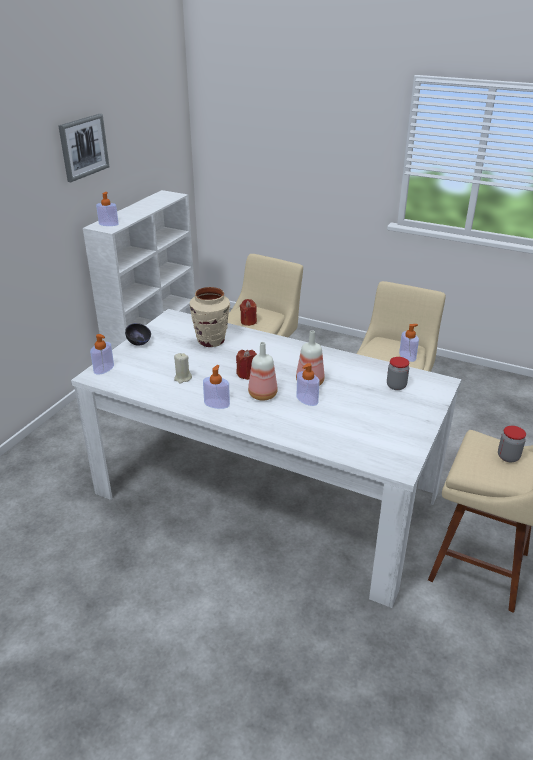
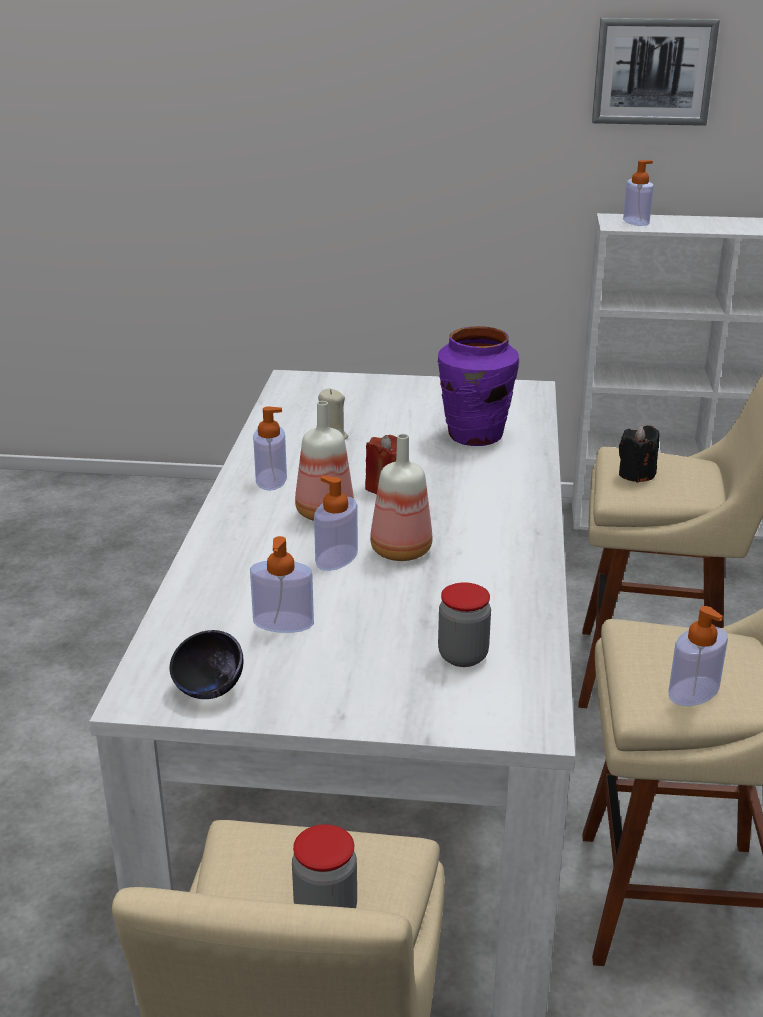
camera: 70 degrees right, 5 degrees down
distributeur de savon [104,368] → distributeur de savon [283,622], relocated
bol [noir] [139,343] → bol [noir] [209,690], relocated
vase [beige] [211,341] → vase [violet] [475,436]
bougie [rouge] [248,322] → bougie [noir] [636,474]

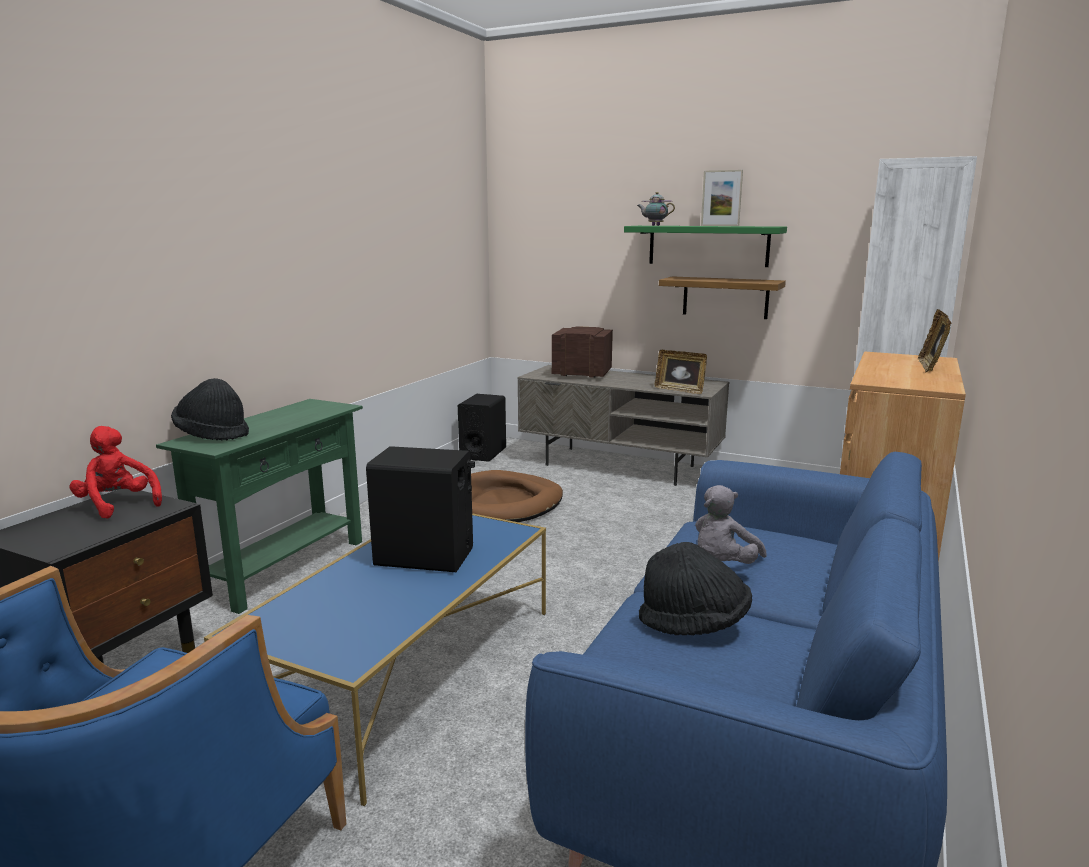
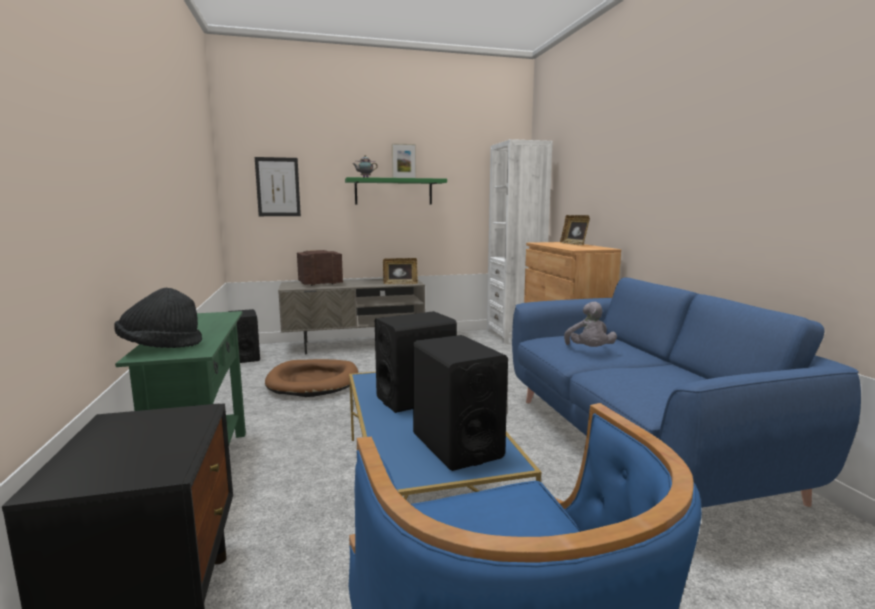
camera: 40 degrees left, 5 degrees down
peluche [rouge] [118,505] → -
chapeau [noir] [694,624] → -
étagère [725,297] → -
- → tableau [278,187]
- → enceinte [noir] [456,445]

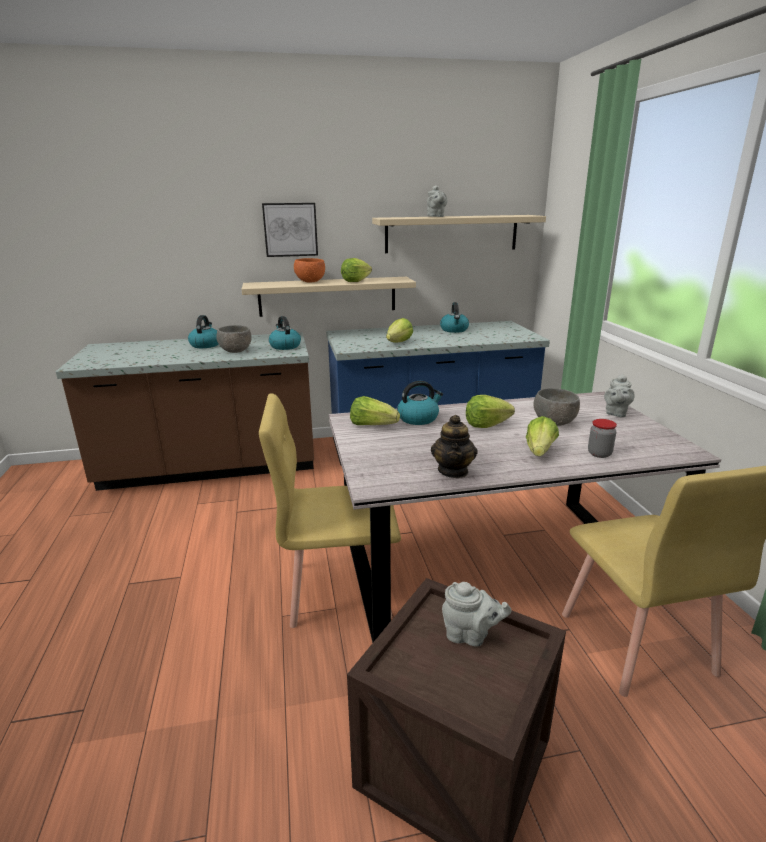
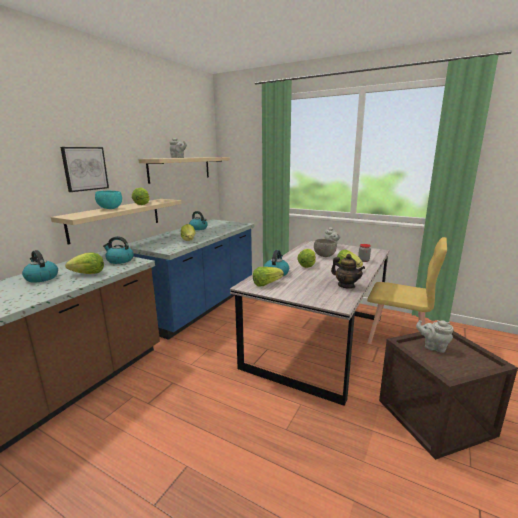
camera: 50 degrees left, 5 degrees down
bol [gris] [235,351] → laitue [88,273]
chaise [jaune] [338,589] → -
bol [orange] [310,282] → bol [turquoise] [110,208]
théière [gris] [470,635] → théière [gris] [433,347], 120 degrees counterclockwise

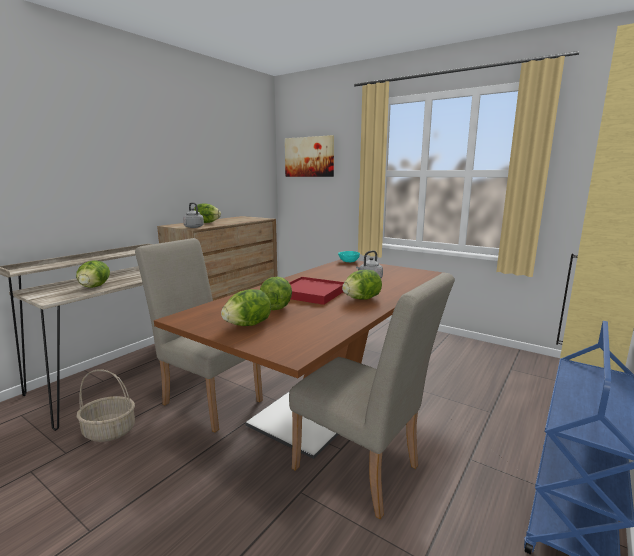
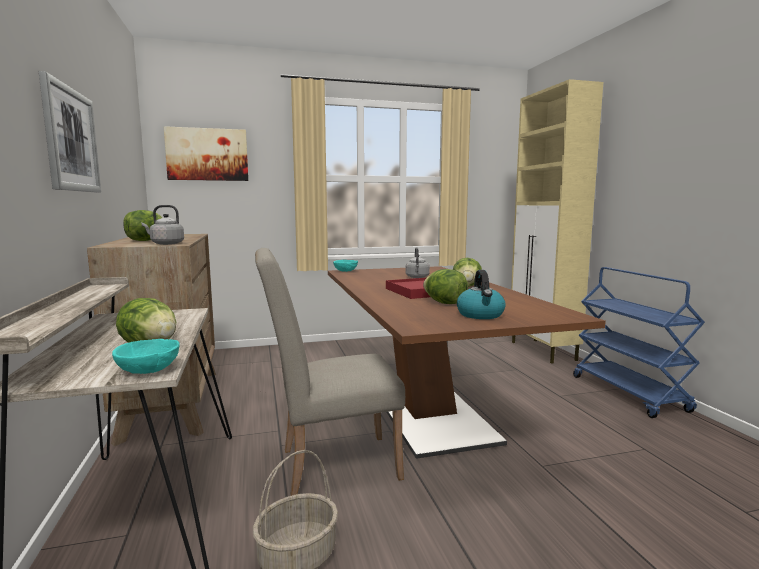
camera: 50 degrees left, 5 degrees down
laitue [248,325] → bouilloire [480,315]
chaise [beige] [363,472] → -
- → tableau [71,140]
- → bol [turquoise] [148,370]

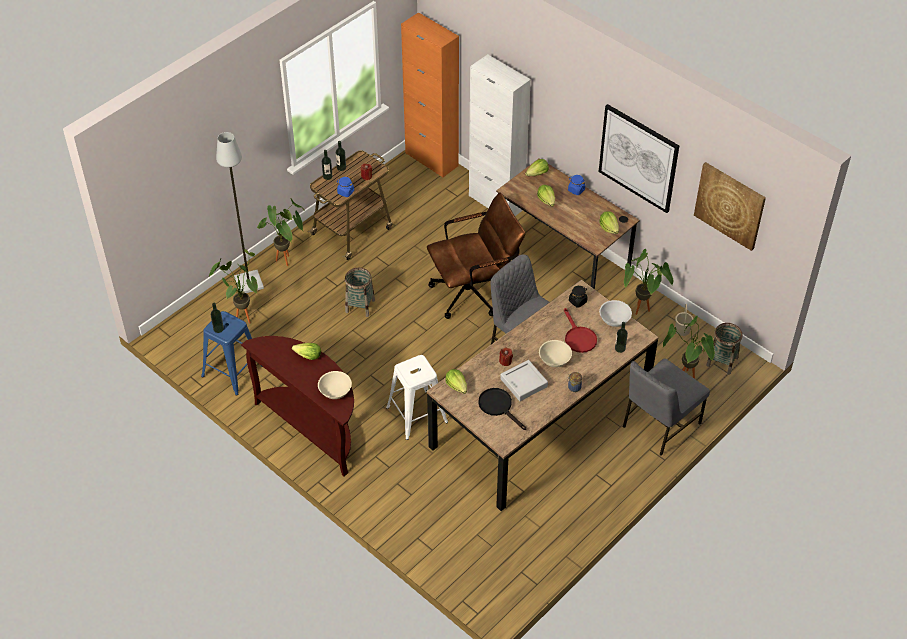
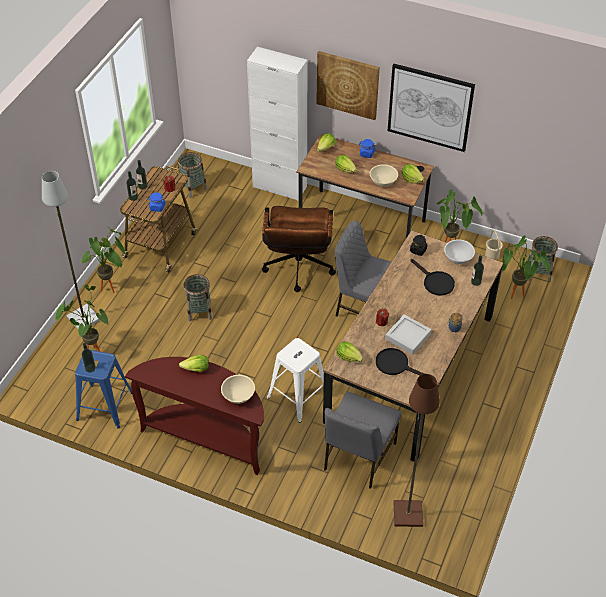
camera: 20 degrees left, 0 degrees up
meuble de rangement [orange] [431,159] → -
chaise de bureau [marron] [474,292] → chaise de bureau [marron] [298,270], 135 degrees clockwise
bol [beige] [554,360] → bol [beige] [383,181], relocated
poêle [rouge] [578,337] → poêle [noir] [435,282]
chaise [gris] [659,425] → chaise [gris] [358,456], relocated
tableau [730,205] → tableau [347,84], relocated
- → panier [192,188]
- → lampadaire [marron] [407,514]

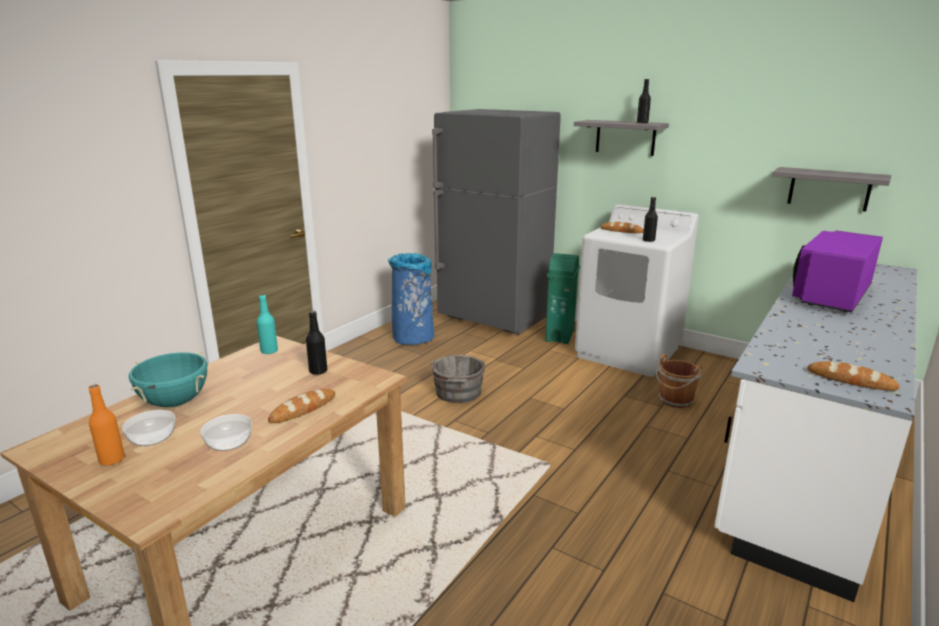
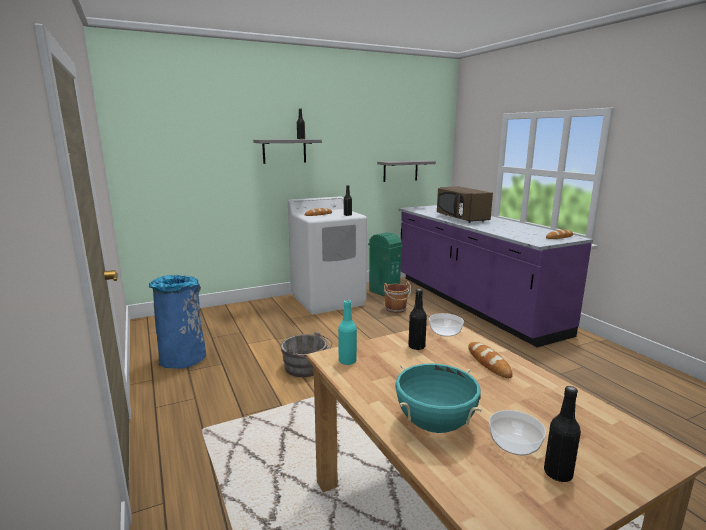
camera: 60 degrees left, 5 degrees down
bouteille [orange] [112,460] → bouteille [noir] [558,473]
bol [229,443] → bol [445,332], relocated
réfrigérateur [gris] [494,319] → -
poubelle [vert] [560,335] → poubelle [vert] [384,292], relocated
comptoir de cuisine [blanc] [808,456] → comptoir de cuisine [violet] [472,303]
micro-ondes [violet] [830,295] → micro-ondes [marron] [461,218]

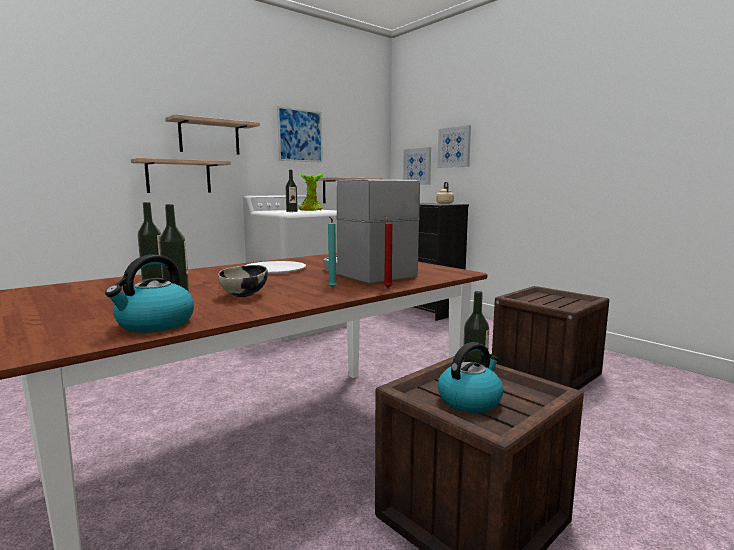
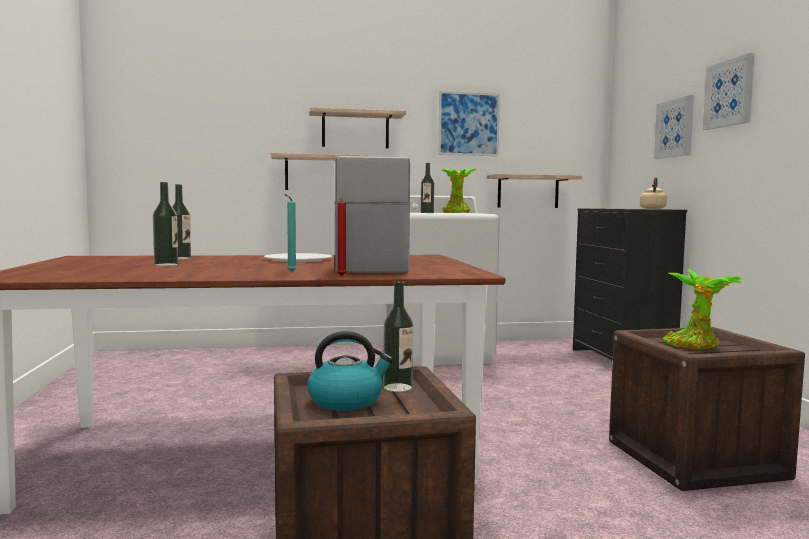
camera: 30 degrees right, 5 degrees down
bouilloire [155,324] → -
bol [244,295] → -
tableau [417,166] → tableau [729,93], relocated
- → plante en pot [695,345]

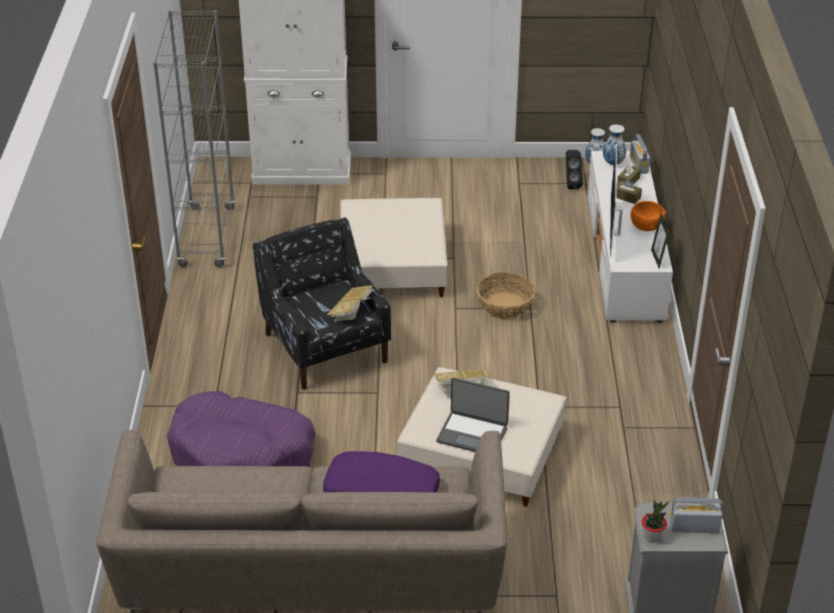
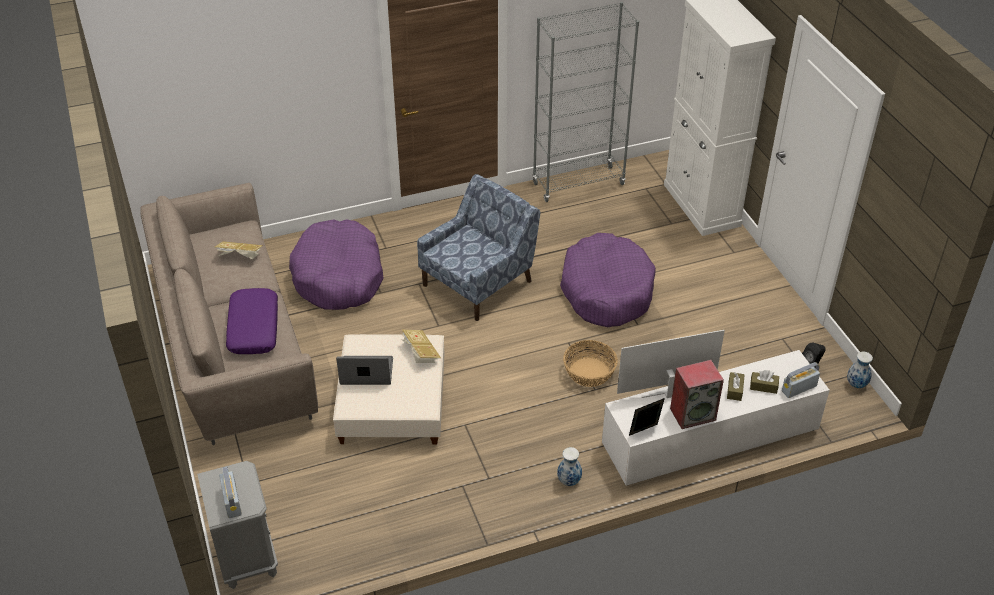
camera: 70 degrees right, 5 degrees up
fauteuil [noir] [325,347] → fauteuil [bleu] [479,283]
livre [351,312] → livre [240,257], relocated
pouf [beige] [393,264] → panier pour chien [violet] [606,291]
ordinateur portable [472,434] → ordinateur portable [366,373], 90 degrees clockwise
vase [613,163] → vase [568,481], relocated
bol [orange] [646,227] → enceinte [693,414]
plante en pot [652,537] → -

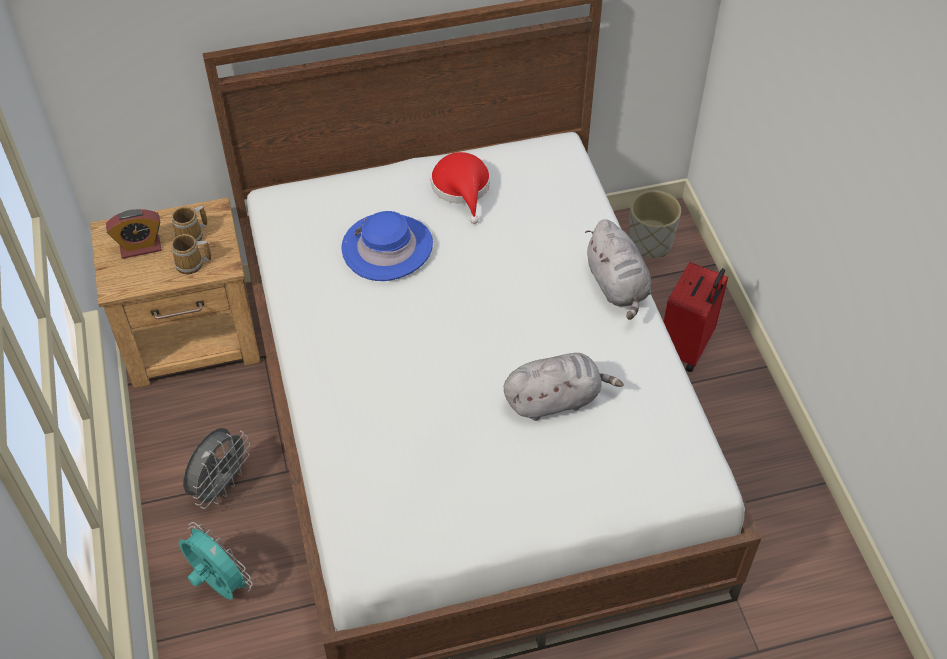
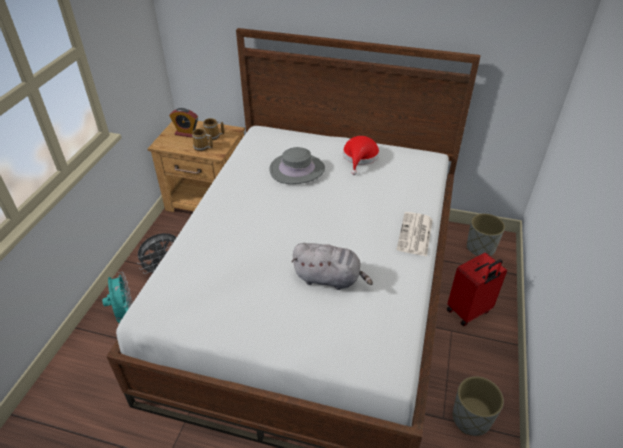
camera: 30 degrees right, 10 degrees down
chapeau [bleu] [387,248] → chapeau [gris] [297,169]
peluche [gris] [617,286] → journal [415,235]
- → cache-pot [gris] [471,419]

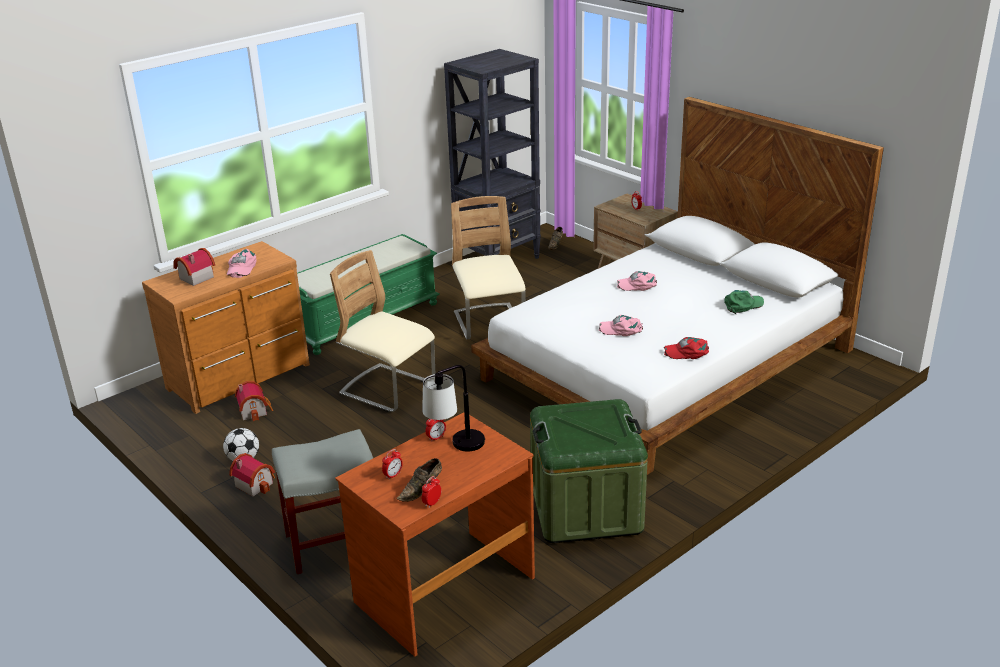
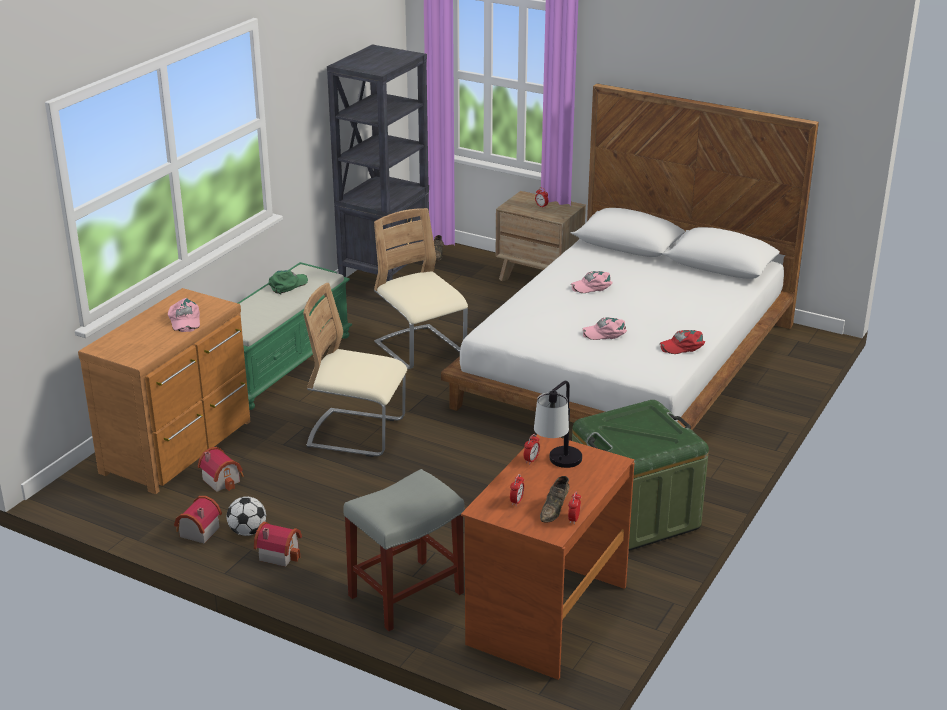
camera: 20 degrees left, 0 degrees up
maison miniature [194,278] → maison miniature [196,532], relocated
casquette [vert] [743,305] → casquette [vert] [288,285], relocated

